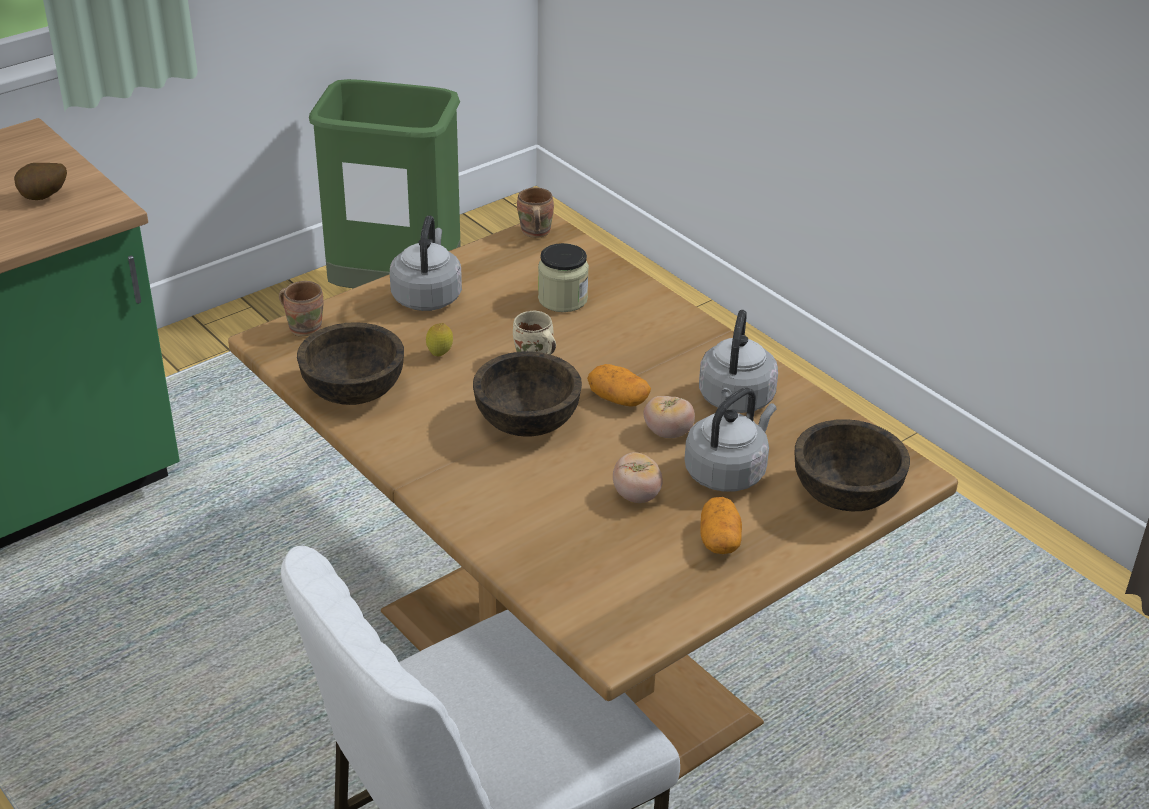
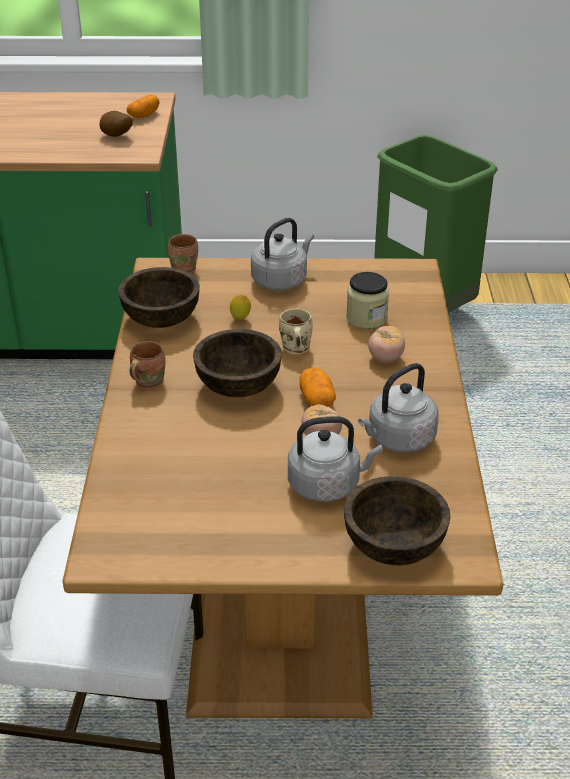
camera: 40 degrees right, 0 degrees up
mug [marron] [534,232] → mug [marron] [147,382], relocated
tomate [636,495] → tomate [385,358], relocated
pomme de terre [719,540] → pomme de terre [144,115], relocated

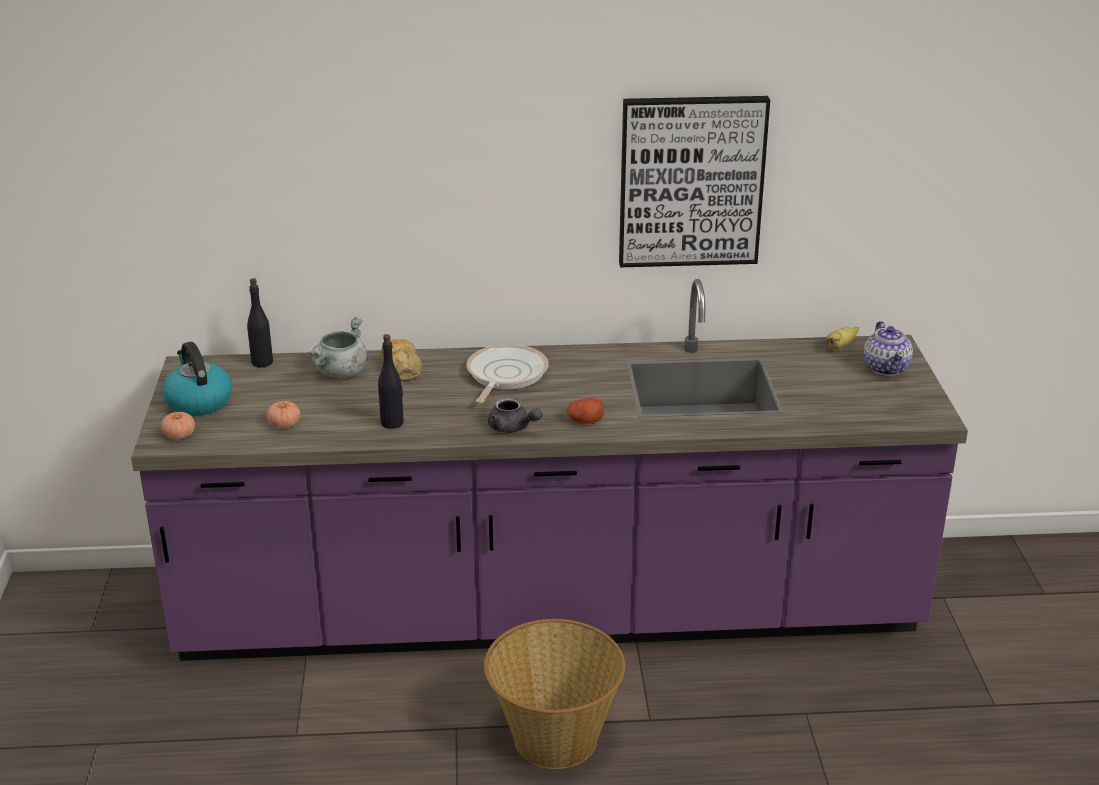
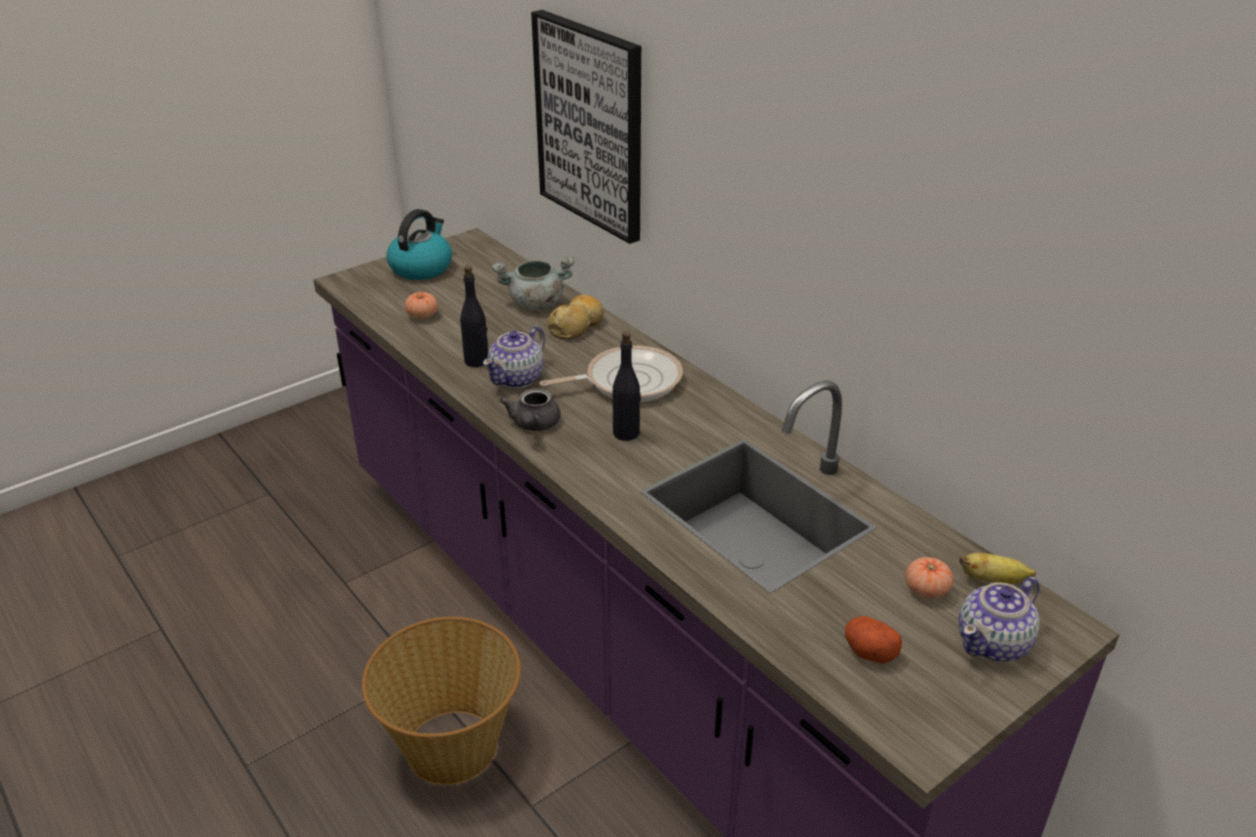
camera: 55 degrees right, 5 degrees up
tomate [179,436] → tomate [926,590], relocated
bouteille [noir] [262,362] → bouteille [noir] [626,433], relocated
pomme de terre [585,421] → pomme de terre [869,651], relocated
tableau [691,181] → tableau [591,125], relocated
- → théière [517,378]

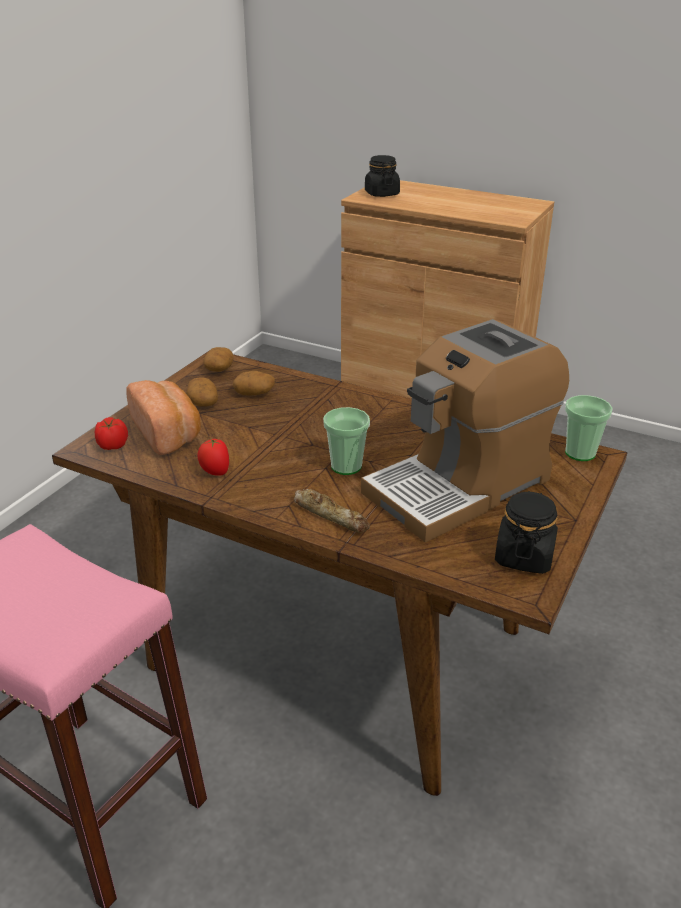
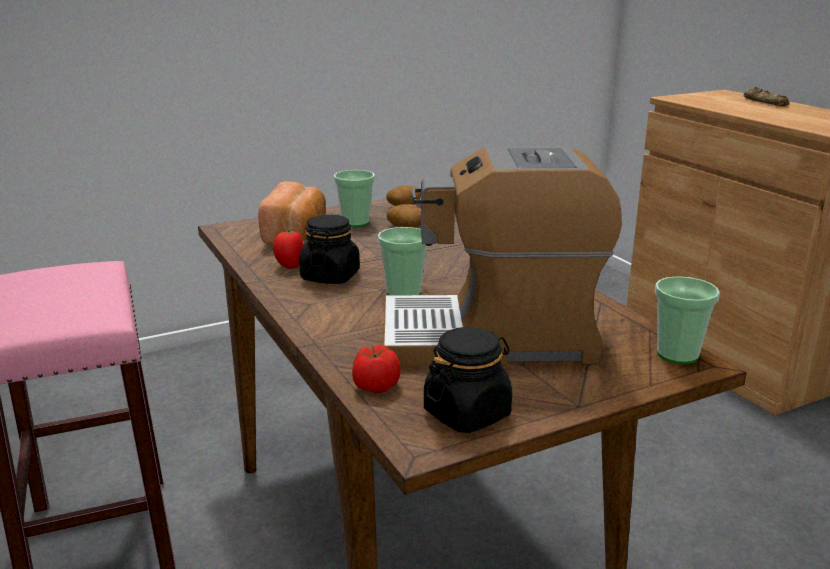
camera: 35 degrees right, 10 degrees down
tomate [112,445] → tomate [375,386], relocated
pomme de terre [202,402] → tasse [355,222]
pain [331,515] → pain [765,102], relocated
bocal [noir] [381,194] → bocal [noir] [330,276], relocated

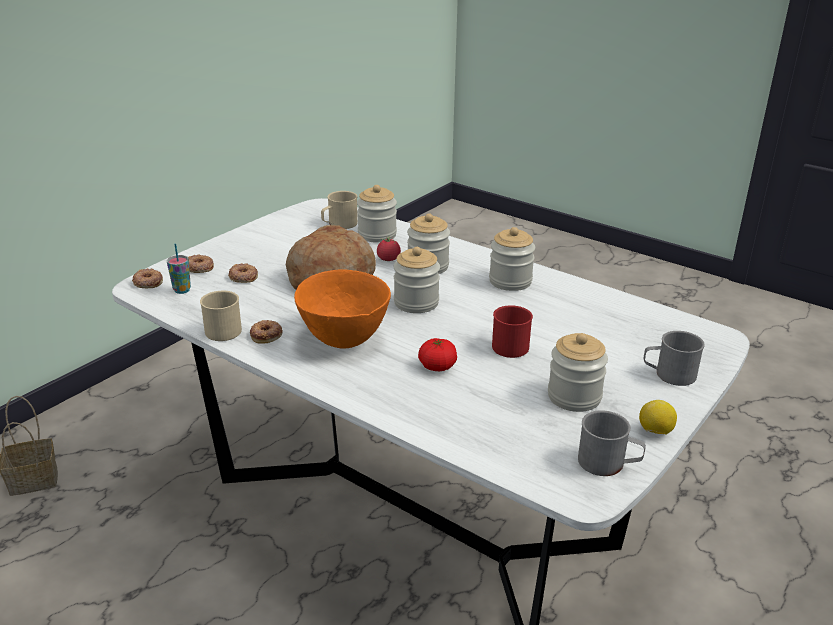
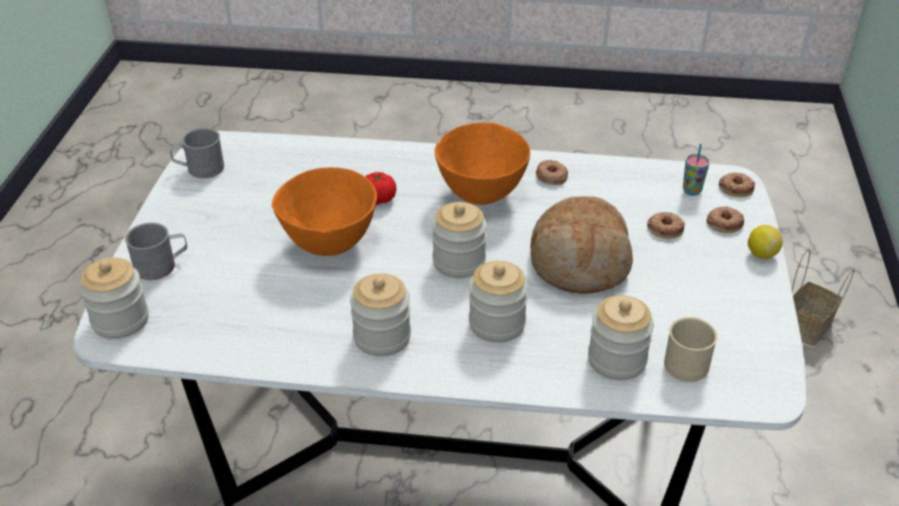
camera: 150 degrees right, 10 degrees up
mug [beige] [226,328] → -
tomate [388,259] → -
mug [rouge] [508,344] → bol [orange] [330,245]
bocal [574,397] → bocal [120,320], relocated
citron [655,431] → citron [761,253], relocated

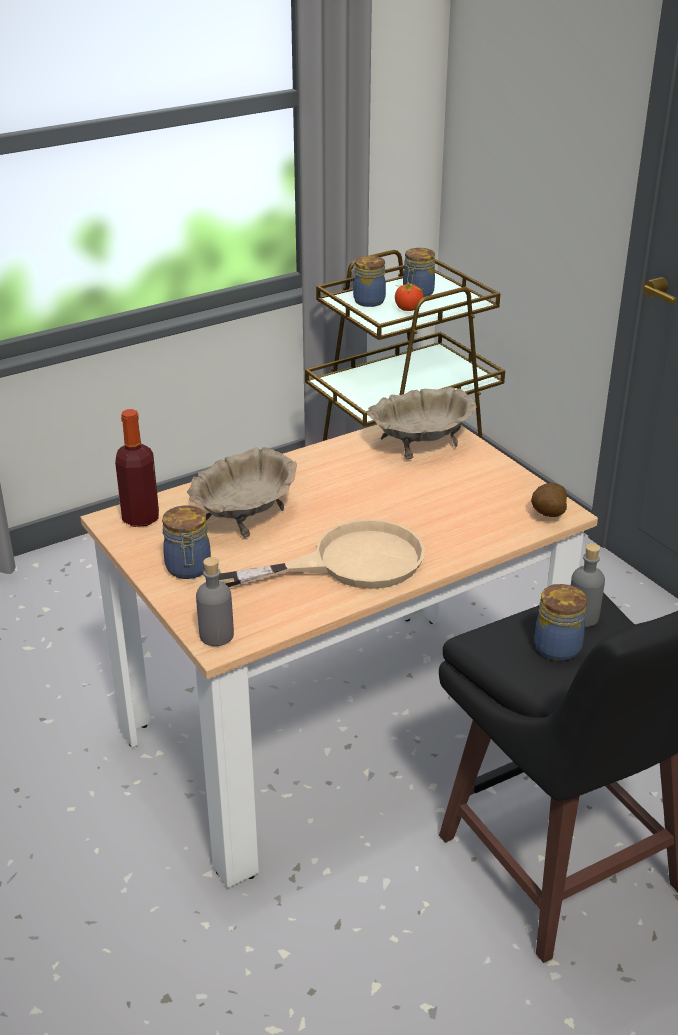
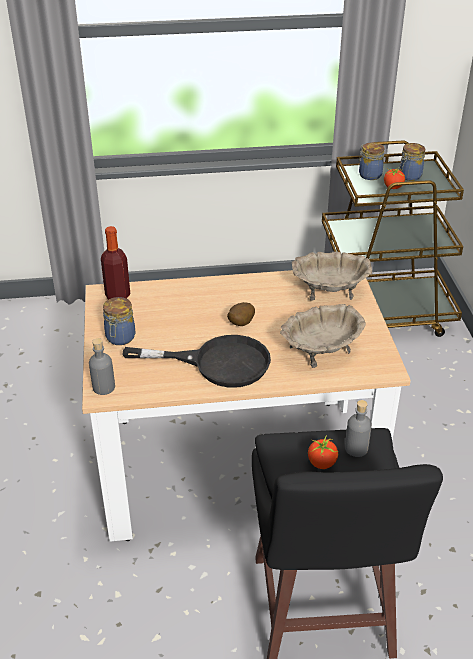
camera: 25 degrees right, 5 degrees up
bol [beige] [244,515] → bol [beige] [321,350], relocated
poêle [beige] [348,563] → poêle [noir] [217,363]
pomme de terre [547,516] → pomme de terre [240,324], relocated
bocal [556,646] → tomate [322,463]

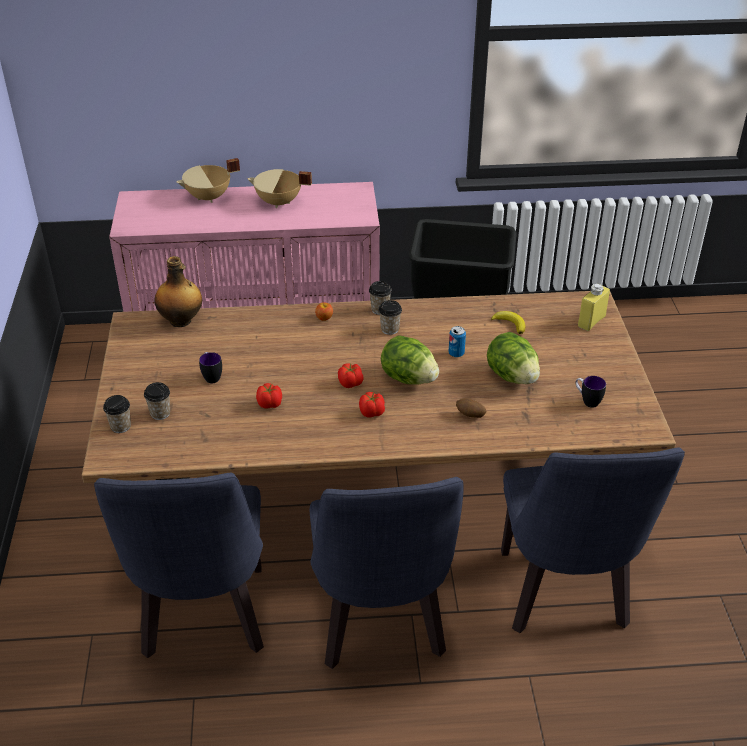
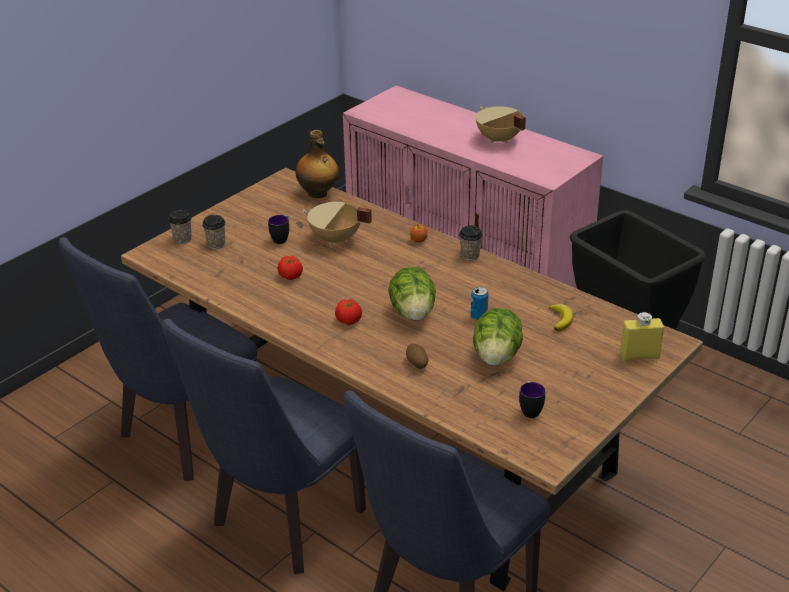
camera: 45 degrees right, 5 degrees down
marmite [beige] [209,197] → marmite [beige] [335,239], relocated
tomate [351,383] → -
tasse [390,329] → -

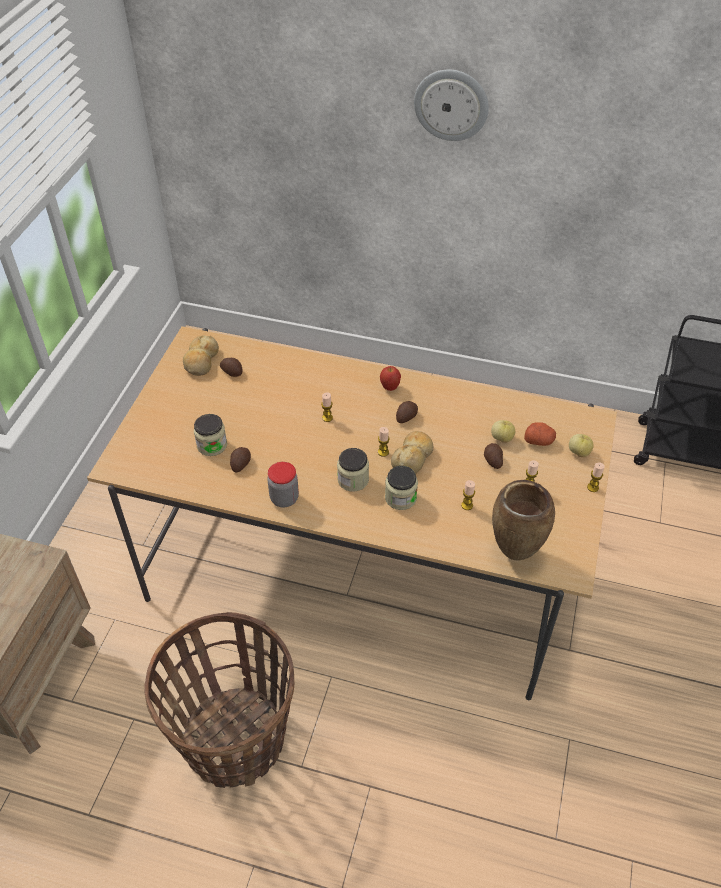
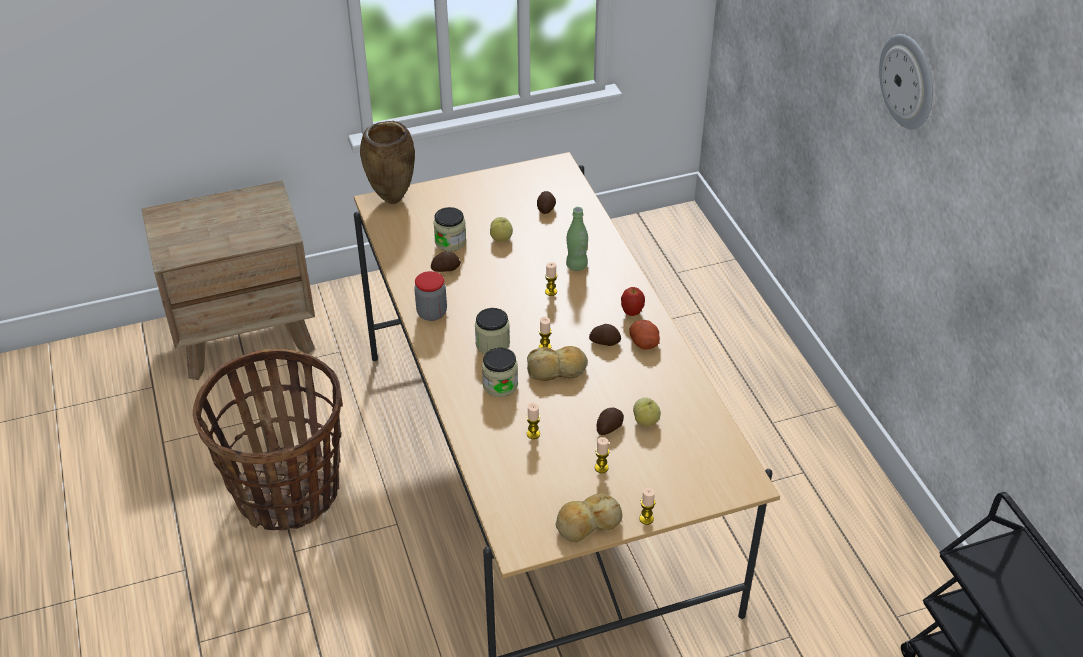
camera: 55 degrees right, 5 degrees down
pain [201,361] → pain [587,523], relocated
vase [marron] [513,554] → vase [marron] [391,199], relocated
pomme de terre [539,440] → pomme de terre [645,343], relocated
pomme [579,452] → pomme [501,238], relocated
- → bouteille [vert] [576,265]

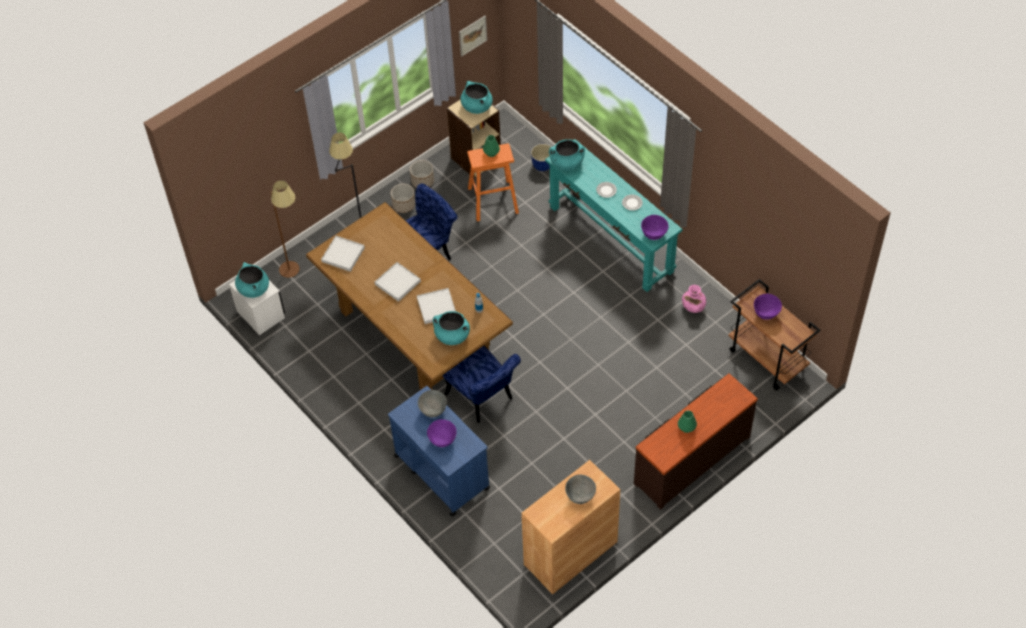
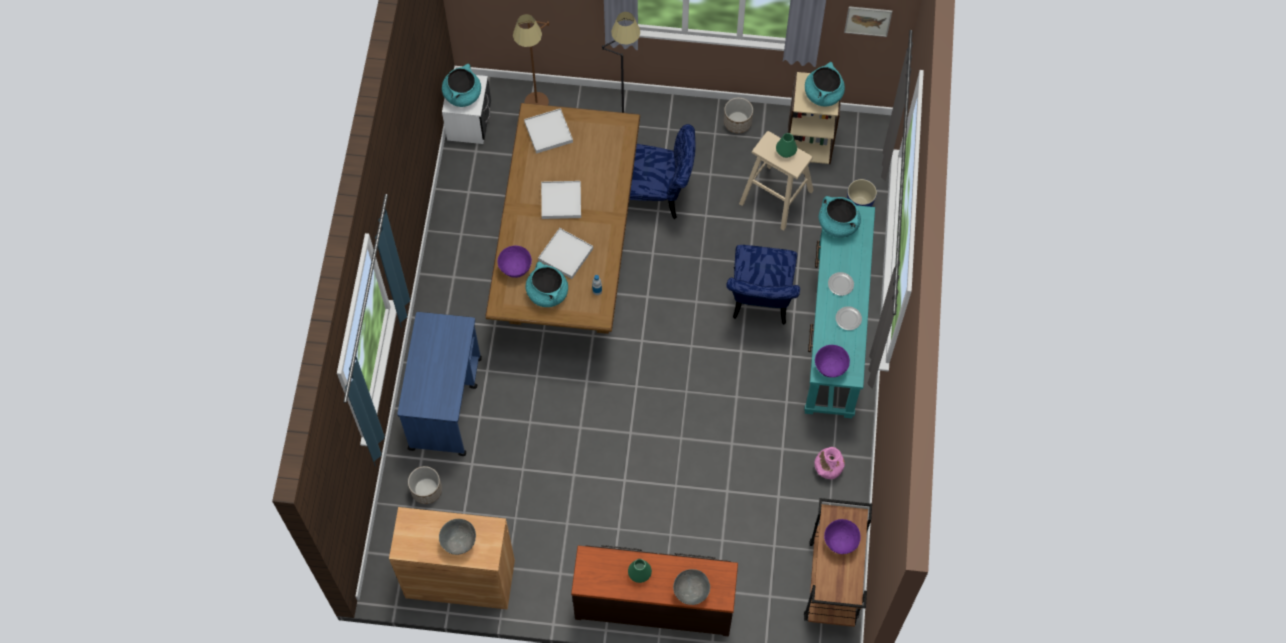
camera: 45 degrees right, 10 degrees up
cache-pot [404,205] → cache-pot [427,490], relocated
bol [gris] [433,410] → bol [gris] [691,593], relocated
bol [violet] [443,440] → bol [violet] [515,269], relocated
chaise [bleu] [483,399] → chaise [bleu] [760,302], relocated
tabouret [orange] [493,200] → tabouret [beige] [776,197]

